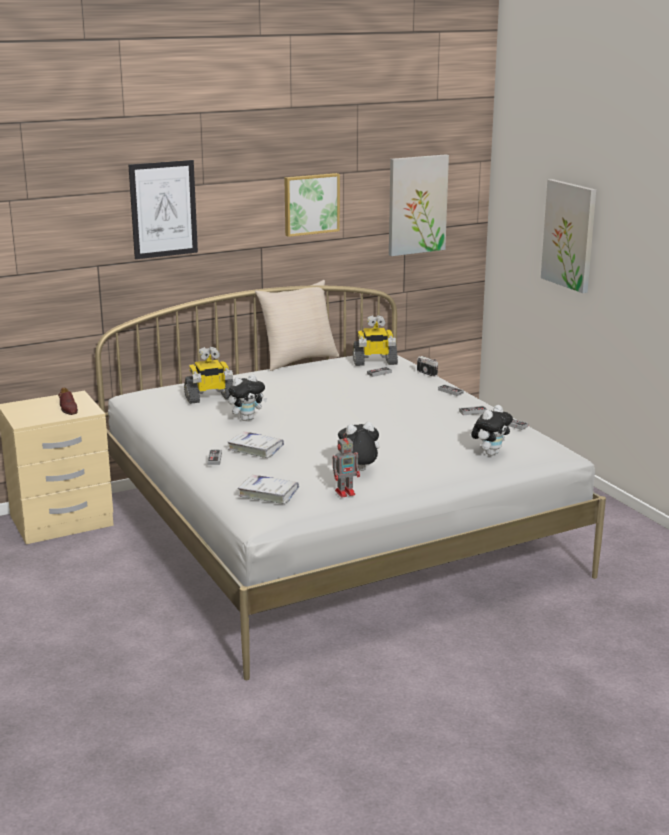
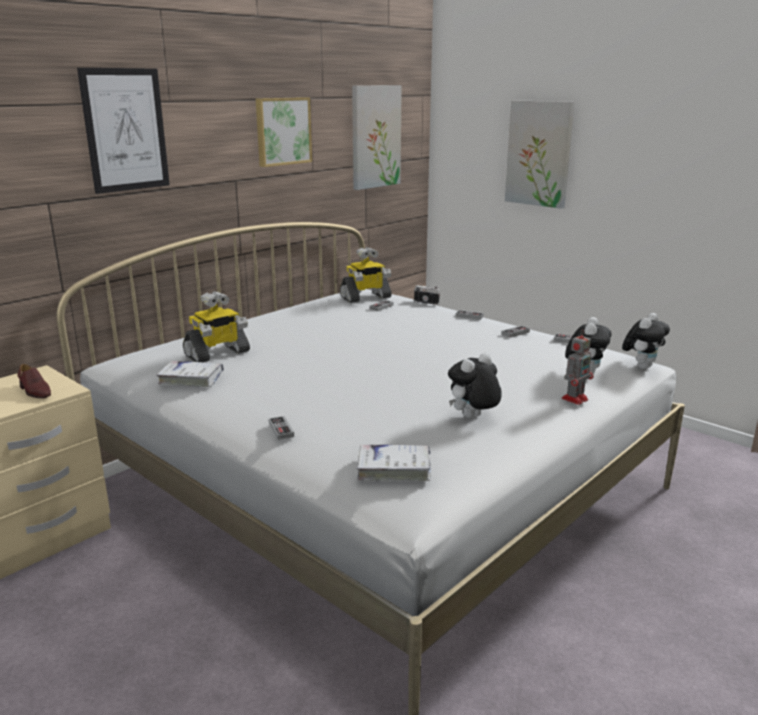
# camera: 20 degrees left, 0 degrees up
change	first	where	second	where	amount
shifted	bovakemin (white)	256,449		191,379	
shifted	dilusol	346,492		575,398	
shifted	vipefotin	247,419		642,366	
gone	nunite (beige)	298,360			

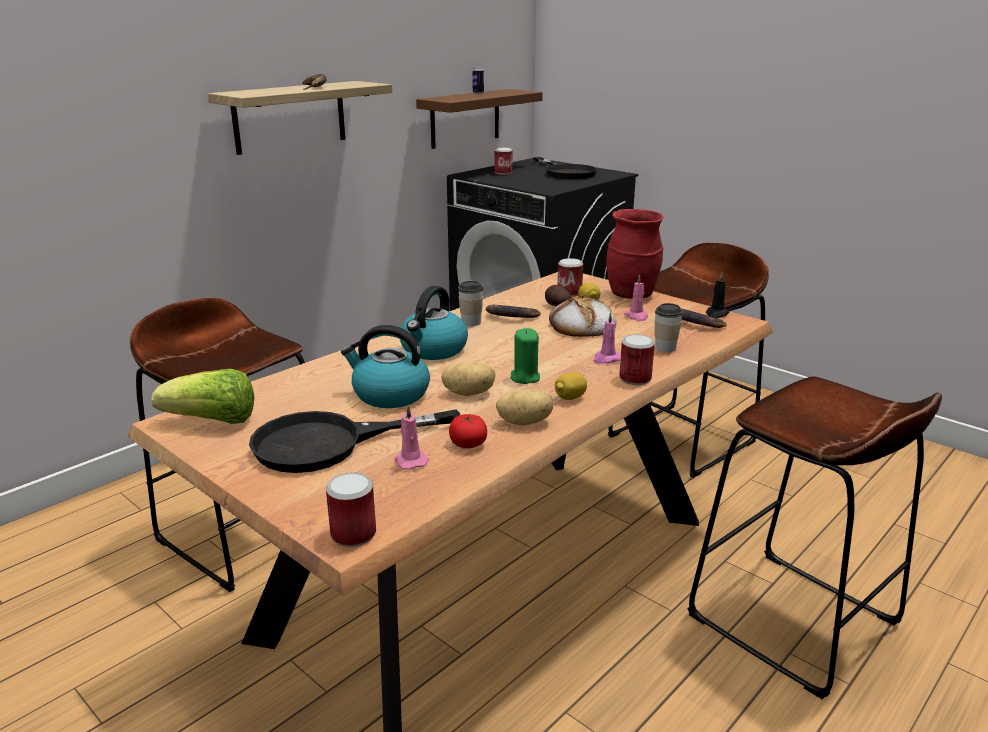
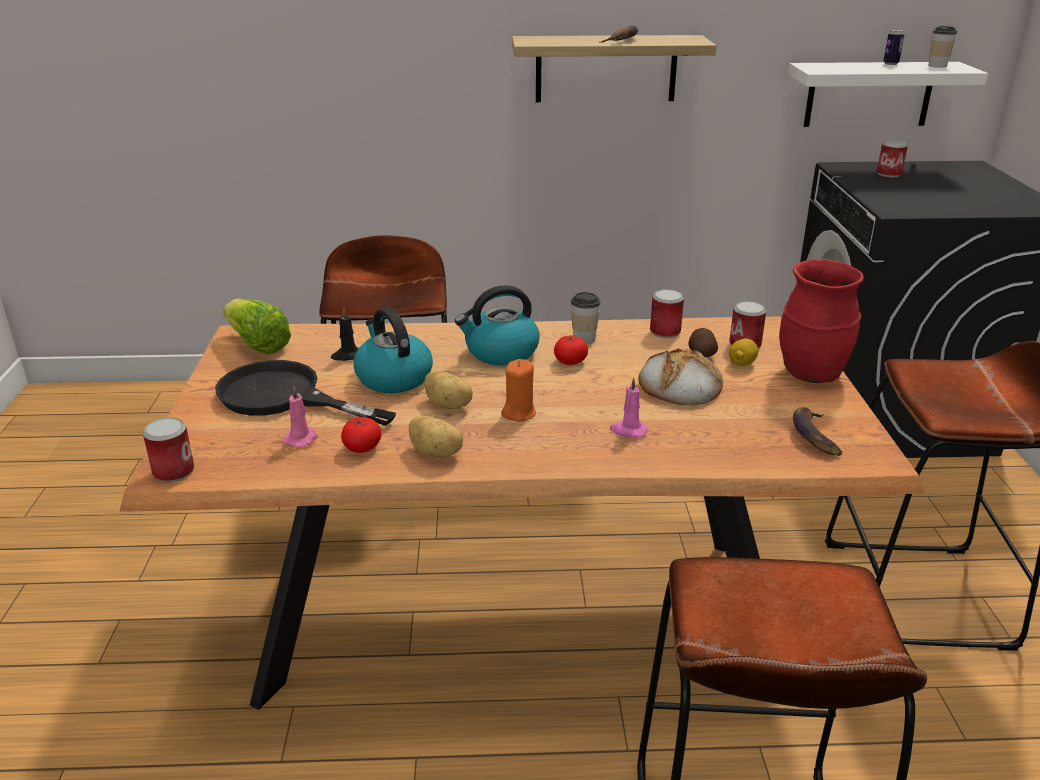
# camera: 45 degrees right, 5 degrees up
change	first	where	second	where	amount
shifted	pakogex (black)	716,314		347,356	
repainted	pakogex (green)	525,377	pakogex (orange)	519,413	
new			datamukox	570,361	
shifted	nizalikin	635,378		665,332	
repainted	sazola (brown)	465,118	sazola (white)	869,94	
shifted	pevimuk	665,348		937,66	
gone	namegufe	510,317			
gone	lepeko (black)	566,172			
gone	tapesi	570,398			
gone	pakogex (pink)	636,316			

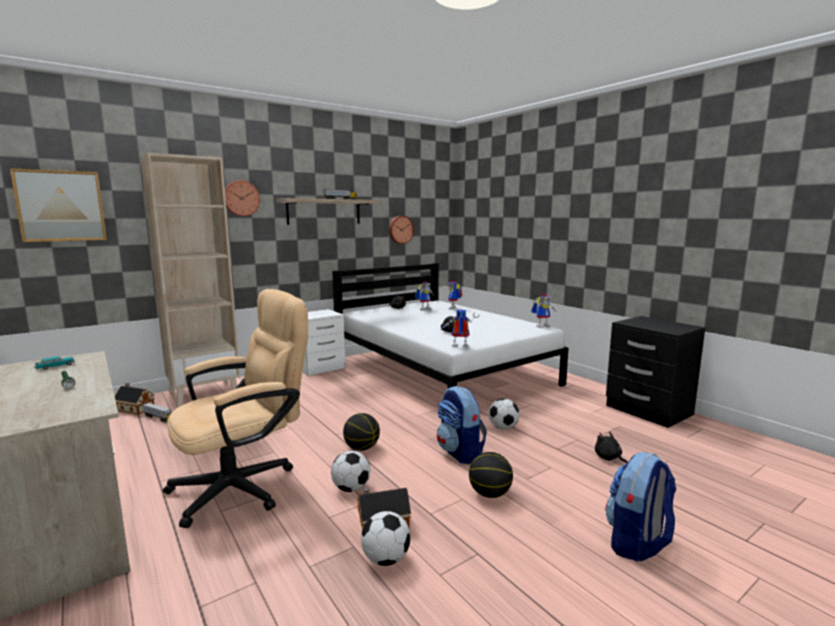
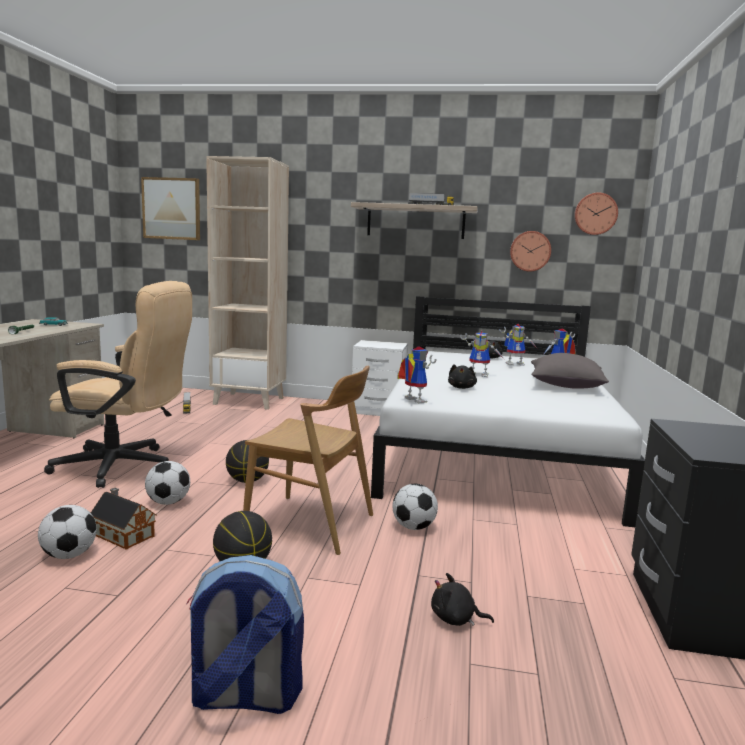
# camera: 45 degrees right, 0 degrees up
change	first	where	second	where	amount
swapped	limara	460,452	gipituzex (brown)	310,524	
rotated	vipefotin (black)	609,458		456,619	90 degrees counterclockwise
shifted	dilusol	542,326		480,375	
new			nunite (grey)	565,386	
shifted	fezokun	241,198		595,214	
gone	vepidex	135,408			

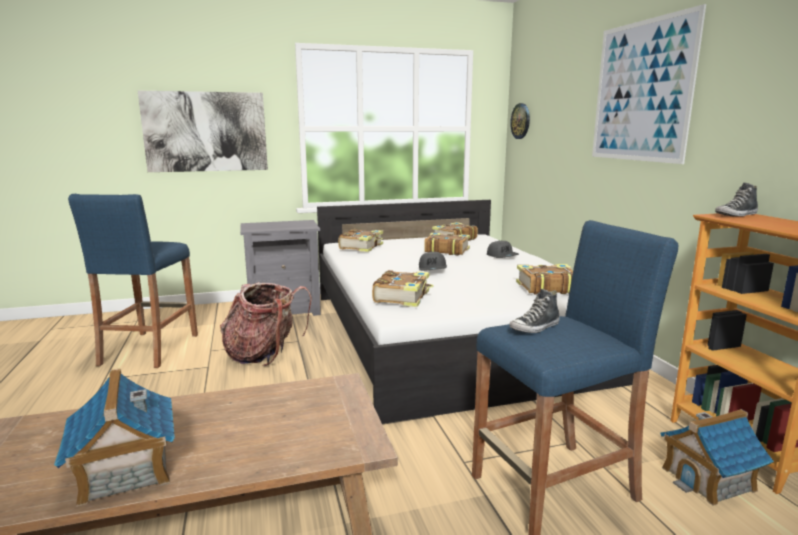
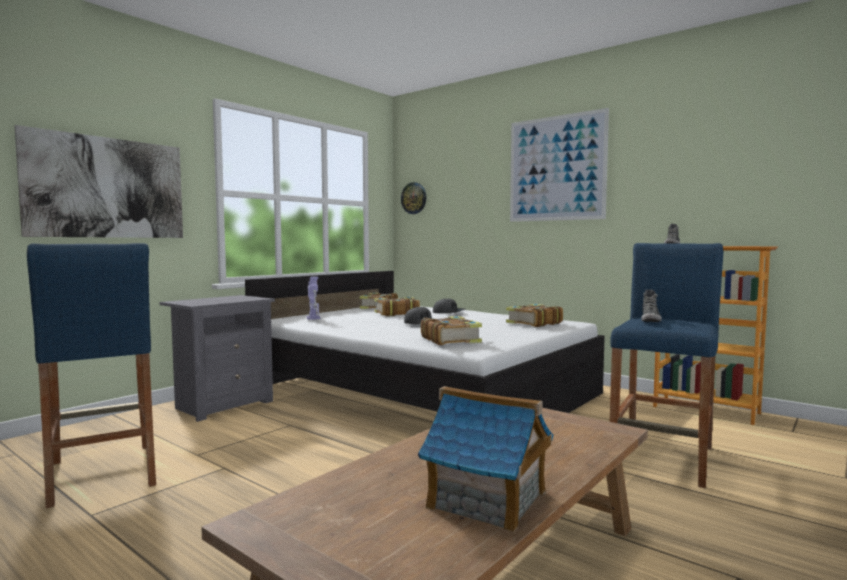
# camera: 35 degrees left, 10 degrees down
change	first	where	second	where	amount
swapped	bovakemin	362,247	dilusol	313,318	
gone	limara	265,354			
gone	vepidex	708,479			

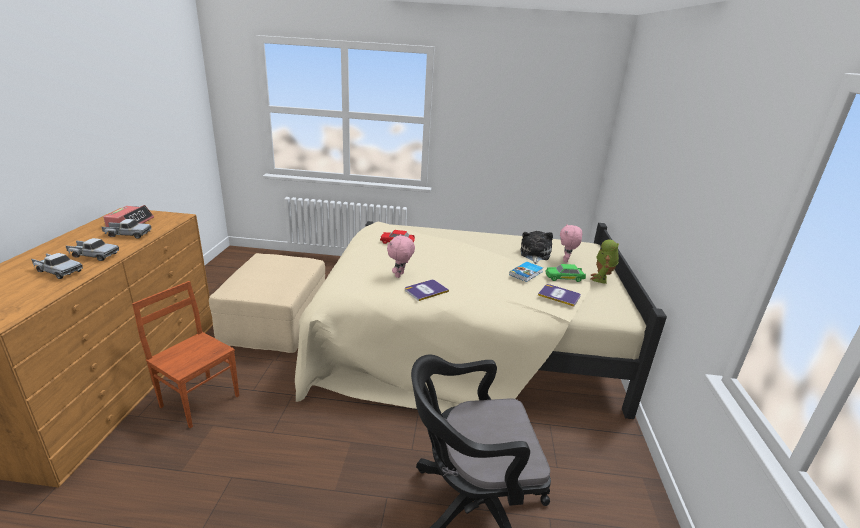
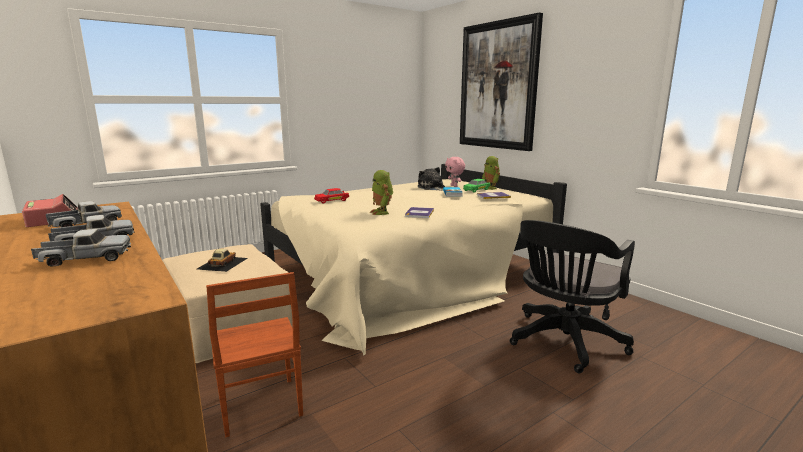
# camera: 40 degrees left, 10 degrees down
change	first	where	second	where	amount
new			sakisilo	222,263	
rotated	gipituzex (brown)	200,400		259,407	105 degrees counterclockwise
swapped	vipefotin (pink)	400,275	dilusol	382,212	
new			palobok	498,86	

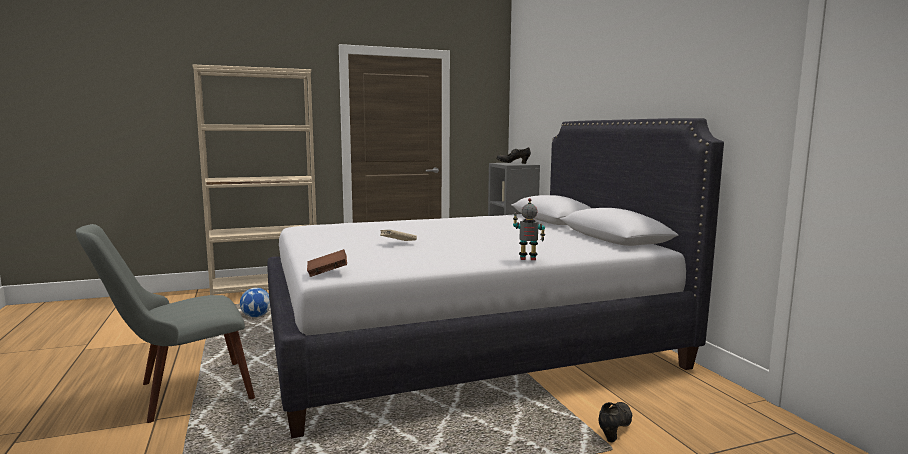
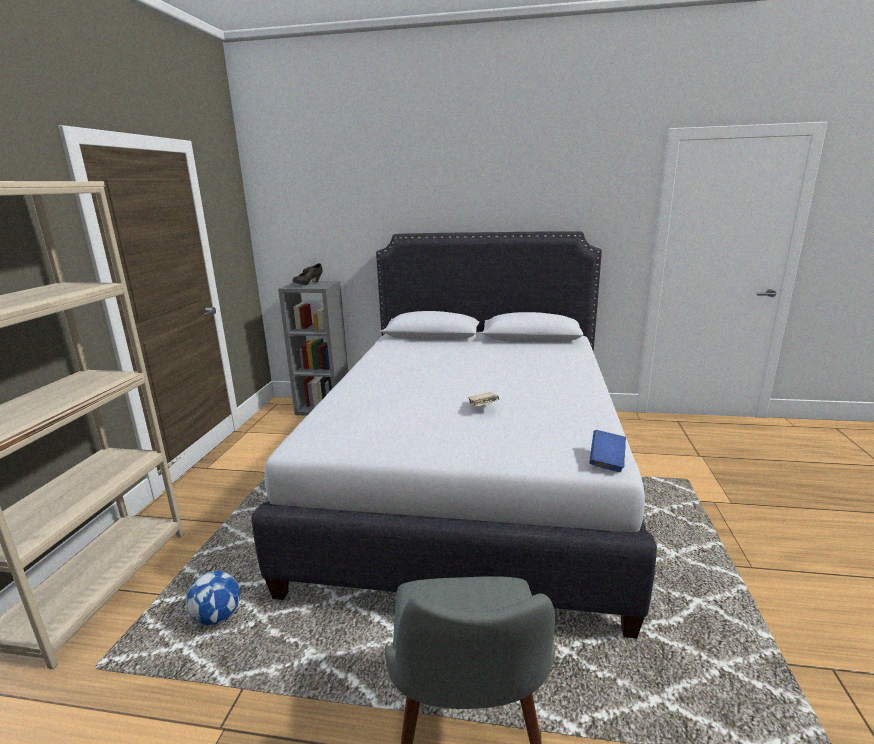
# camera: 60 degrees left, 10 degrees up
change	first	where	second	where	amount
repainted	bovakemin (brown)	327,273	bovakemin (blue)	607,461	
gone	dilusol	528,259			
gone	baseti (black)	614,429			

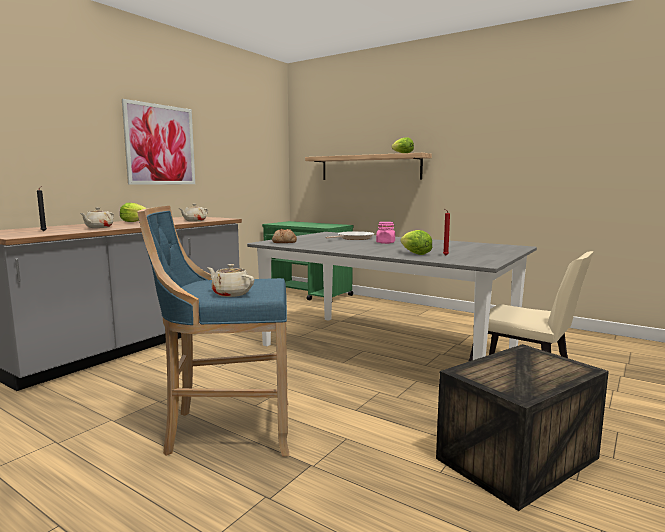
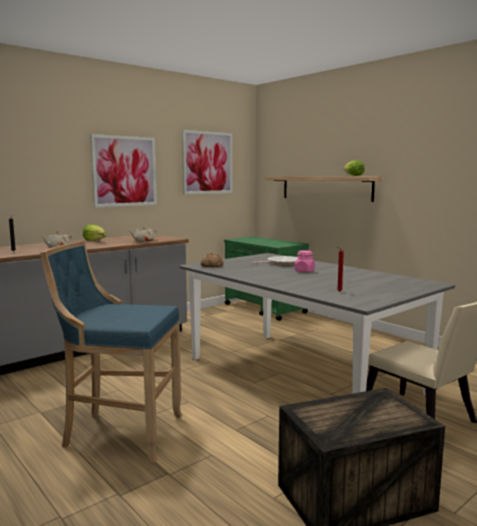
# camera: 15 degrees right, 0 degrees up
change	first	where	second	where	amount
new			palobok	207,163	
gone	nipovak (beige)	231,294			
gone	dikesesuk	415,254			

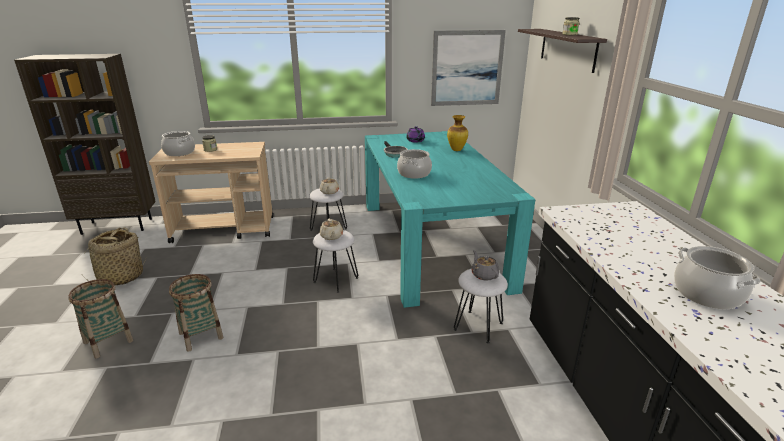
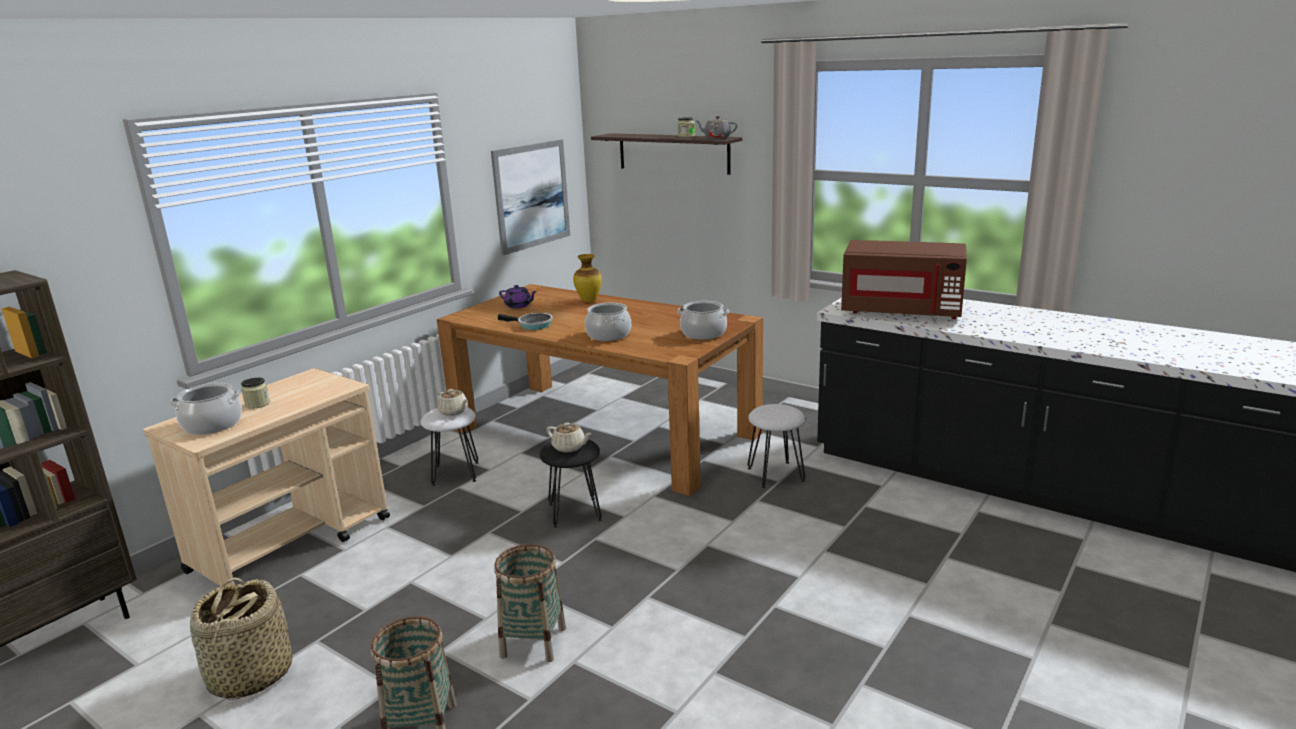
# camera: 45 degrees left, 5 degrees down
change	first	where	second	where	amount
repainted	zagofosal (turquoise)	431,242	zagofosal (brown)	603,431	
repainted	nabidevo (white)	335,280	nabidevo (black)	574,512	
shifted	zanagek	707,294		703,333	
shifted	nipovak (grey)	484,275		716,138	
new			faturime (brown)	902,311	

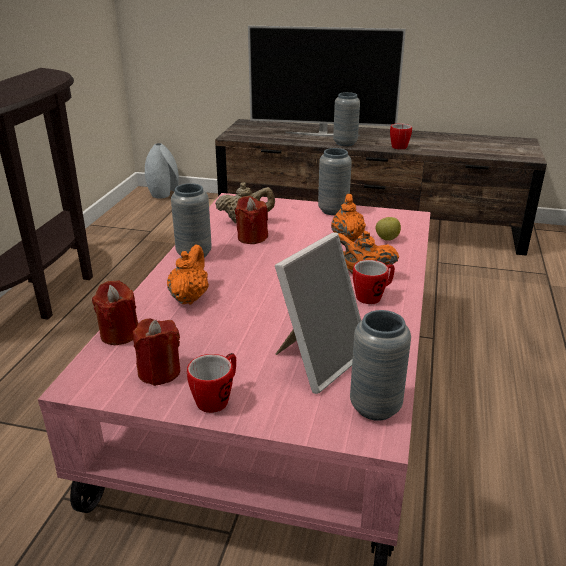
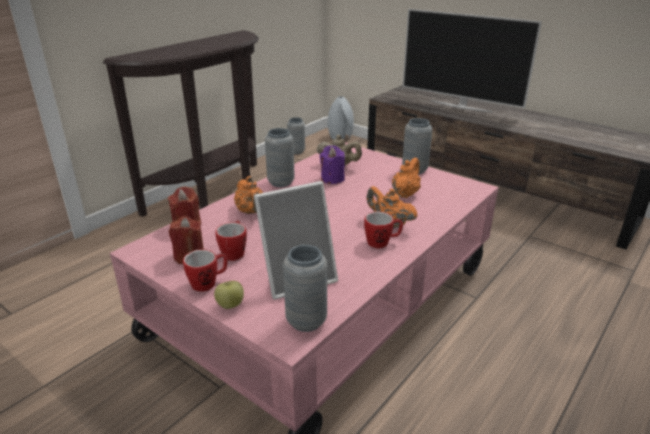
# camera: 25 degrees right, 0 degrees up
change	first	where	second	where	amount
shifted	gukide	387,239		230,305	
shifted	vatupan	397,146		235,252	
rotated	nipovak (orange)	189,297		251,212	120 degrees clockwise
shifted	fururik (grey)	345,143		296,151	
repainted	pakogex (red)	252,237	pakogex (purple)	332,179	

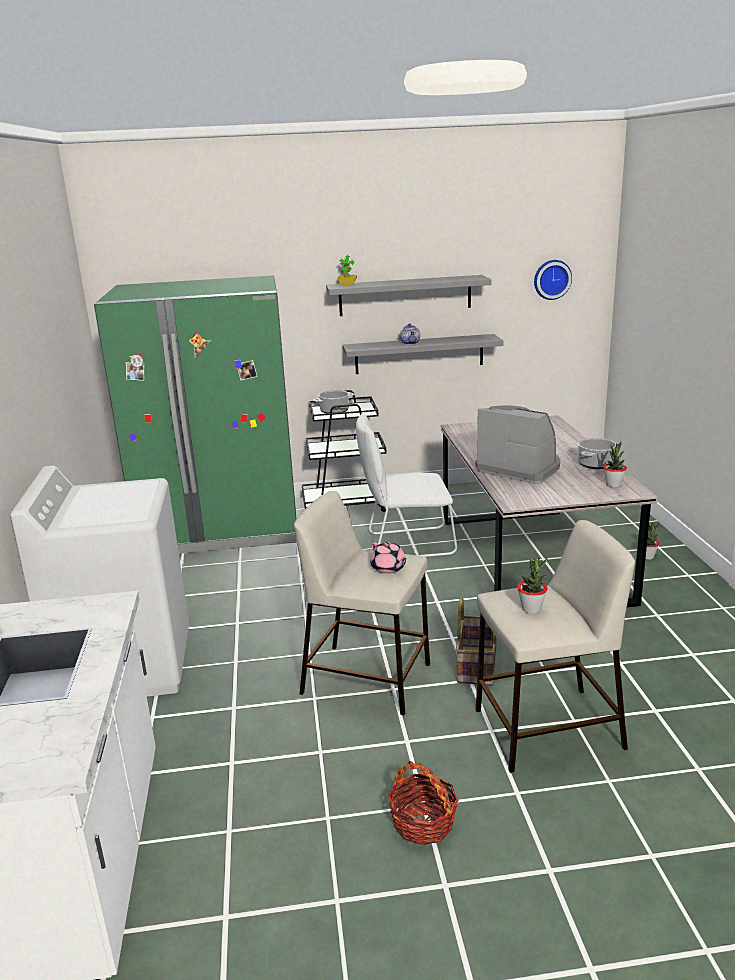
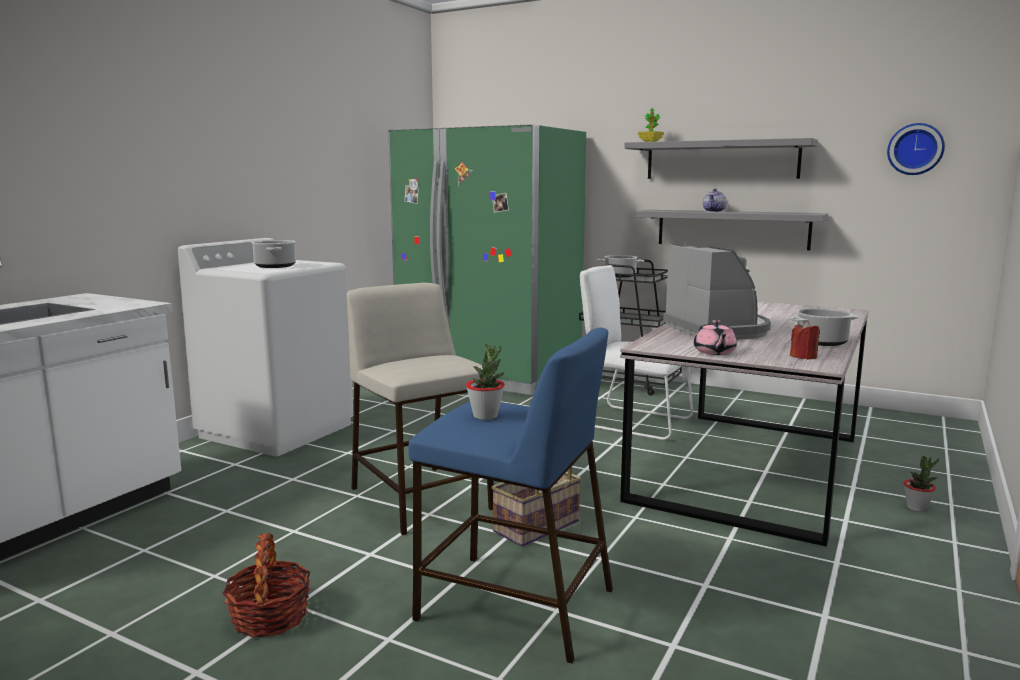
# camera: 35 degrees right, 10 degrees down
change	first	where	second	where	amount
new			zanagek	275,266	
repainted	nabidevo (beige)	546,729	nabidevo (blue)	513,604	
shifted	nipovak (pink)	388,568		714,352	
swapped	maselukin	613,484	pakogex (red)	803,357	

